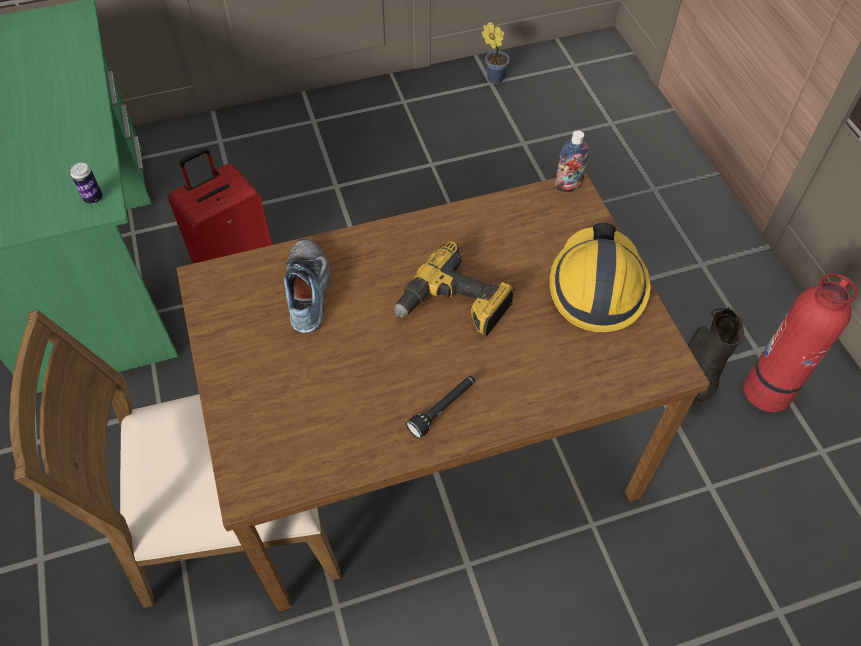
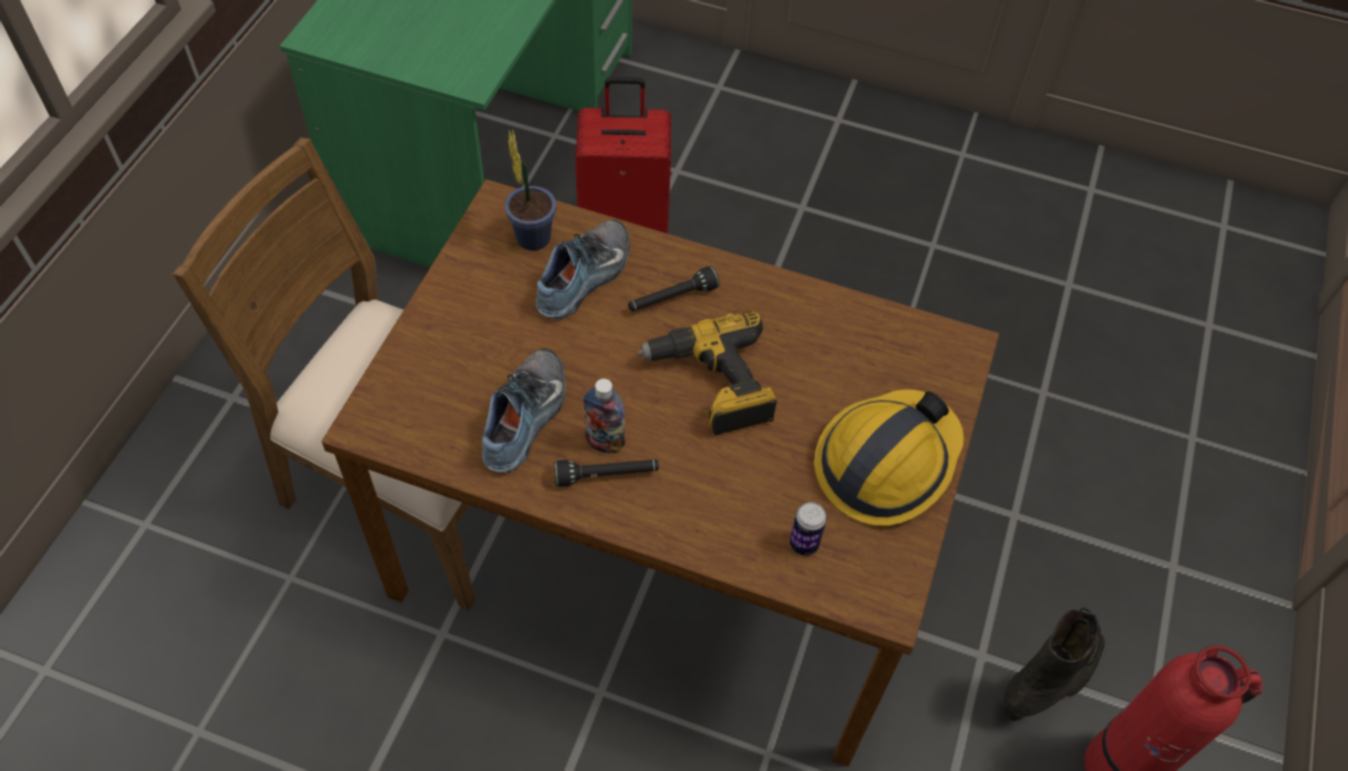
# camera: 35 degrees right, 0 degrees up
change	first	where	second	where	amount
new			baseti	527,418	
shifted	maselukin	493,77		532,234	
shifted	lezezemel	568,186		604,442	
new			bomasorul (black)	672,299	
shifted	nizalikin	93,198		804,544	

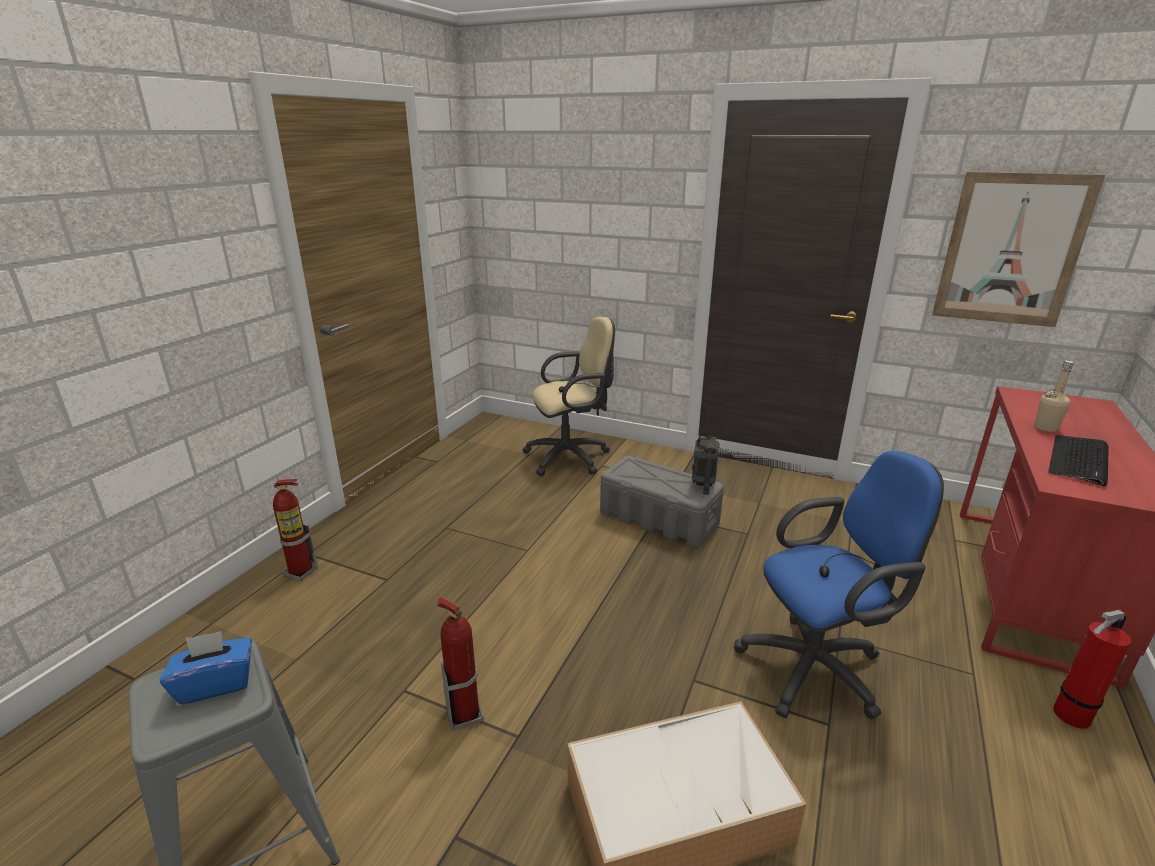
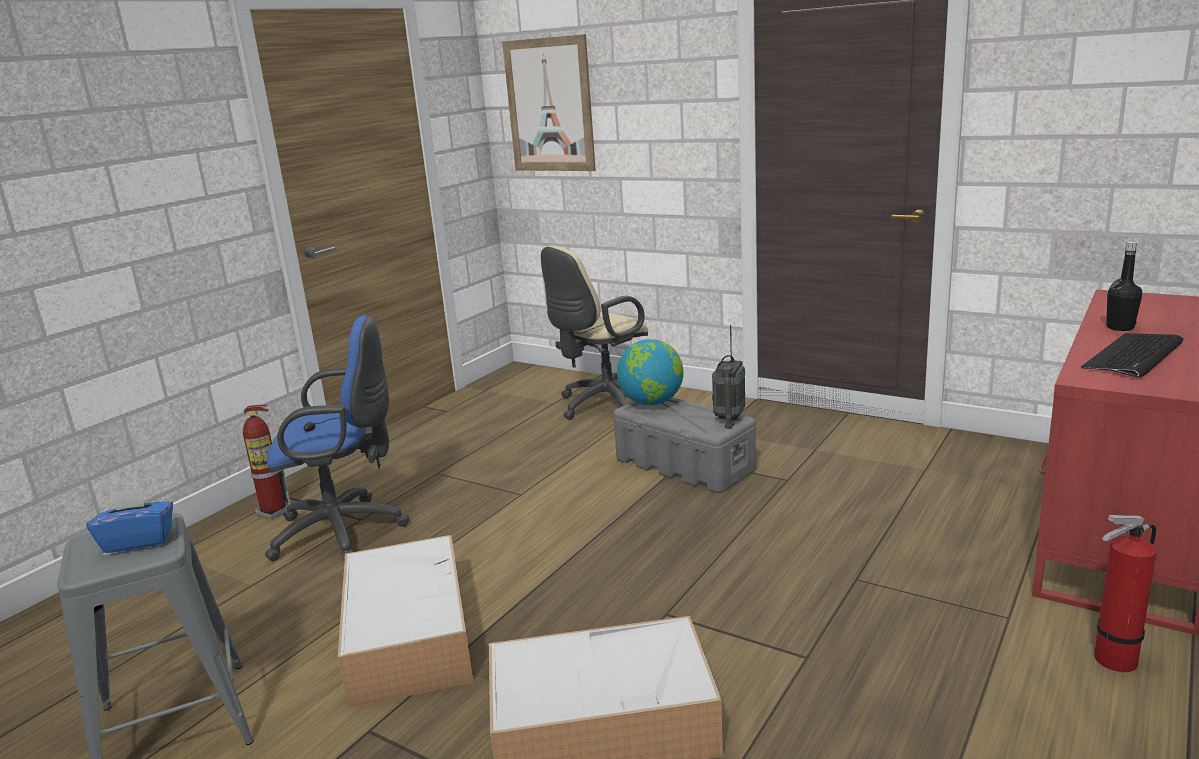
# camera: 10 degrees right, 5 degrees down
change	first	where	second	where	amount
shifted	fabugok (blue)	818,668		346,531	
swapped	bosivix	464,714	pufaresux	407,635	
shifted	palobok	1011,250		549,105	
rotated	fabugok (beige)	571,457		603,405	150 degrees clockwise
new			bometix	652,403	
repainted	lezezemel (beige)	1045,428	lezezemel (black)	1120,327	

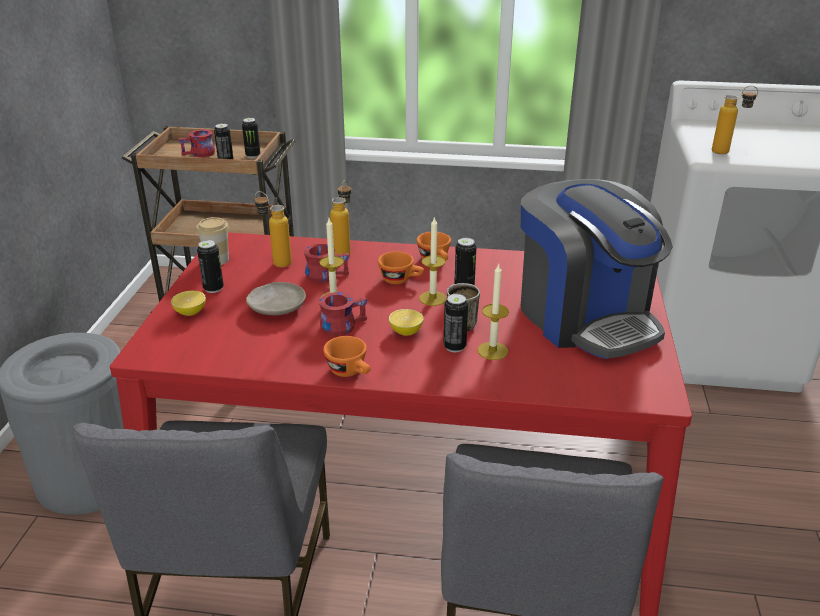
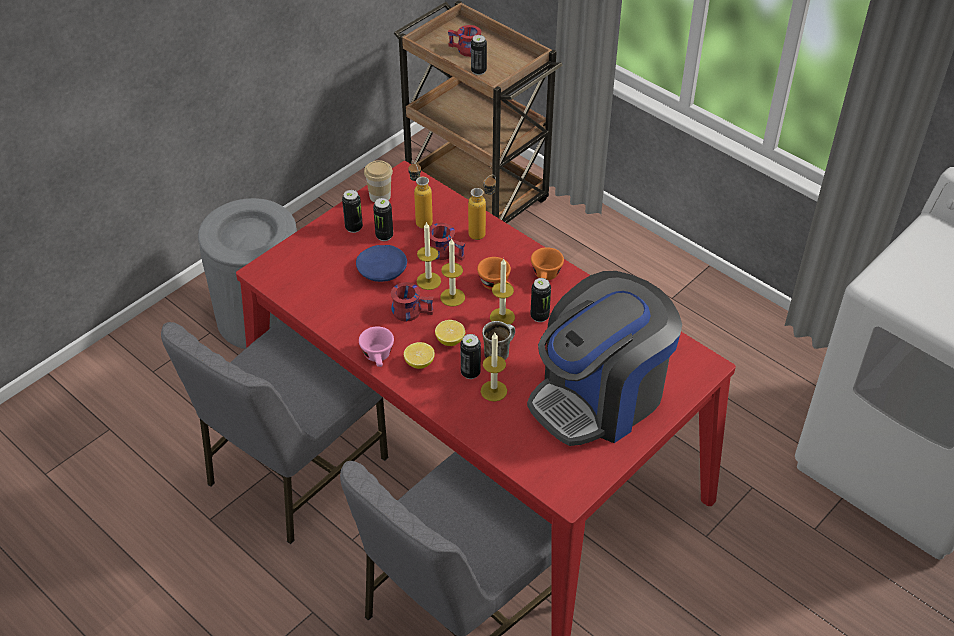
# camera: 35 degrees right, 15 degrees up
change	first	where	second	where	amount
repainted	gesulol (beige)	277,307	gesulol (blue)	382,269	
repainted	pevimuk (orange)	350,372	pevimuk (pink)	378,357	
shifted	nizalikin	253,155		384,236	
shifted	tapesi	190,312		419,363	
new			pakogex	452,297	
rotated	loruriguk	585,317		600,397	45 degrees clockwise
gone	lezezemel	727,152			

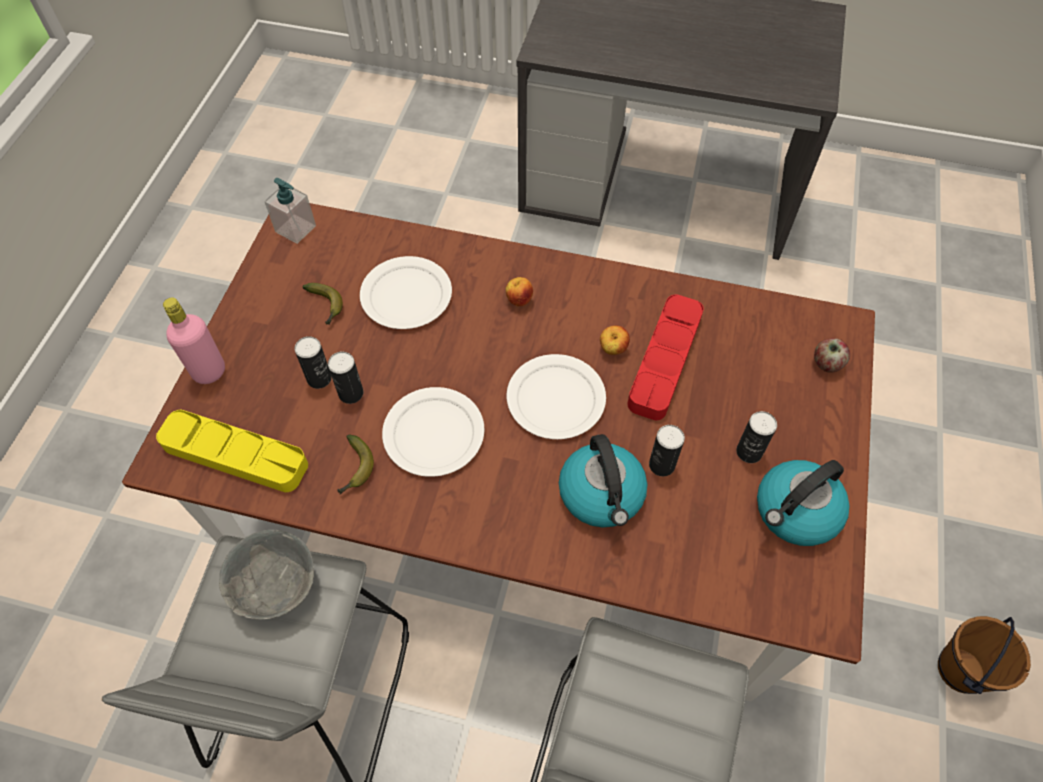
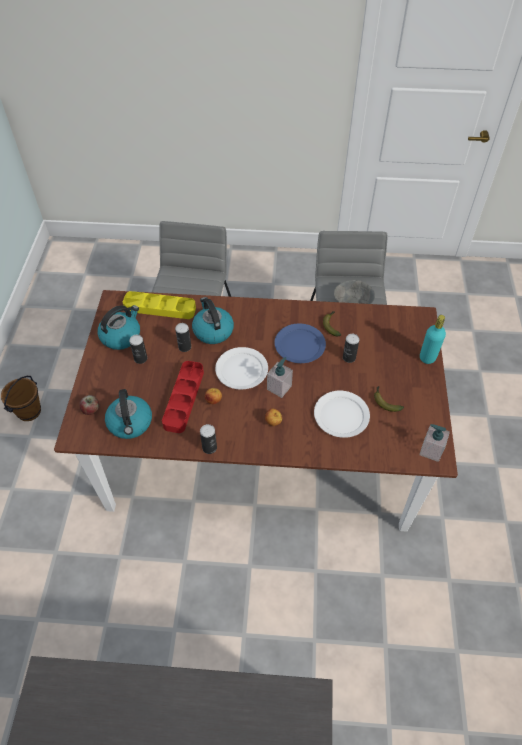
# camera: 170 degrees right, 5 degrees down
change	first	where	second	where	amount
new			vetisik	130,423	
shifted	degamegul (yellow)	235,455		160,308	
shifted	nizalikin	319,378		209,447	
new			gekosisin	279,387	
repainted	gesulol (white)	433,434	gesulol (blue)	300,344	
repainted	lezezemel (pink)	209,372	lezezemel (turquoise)	427,357	

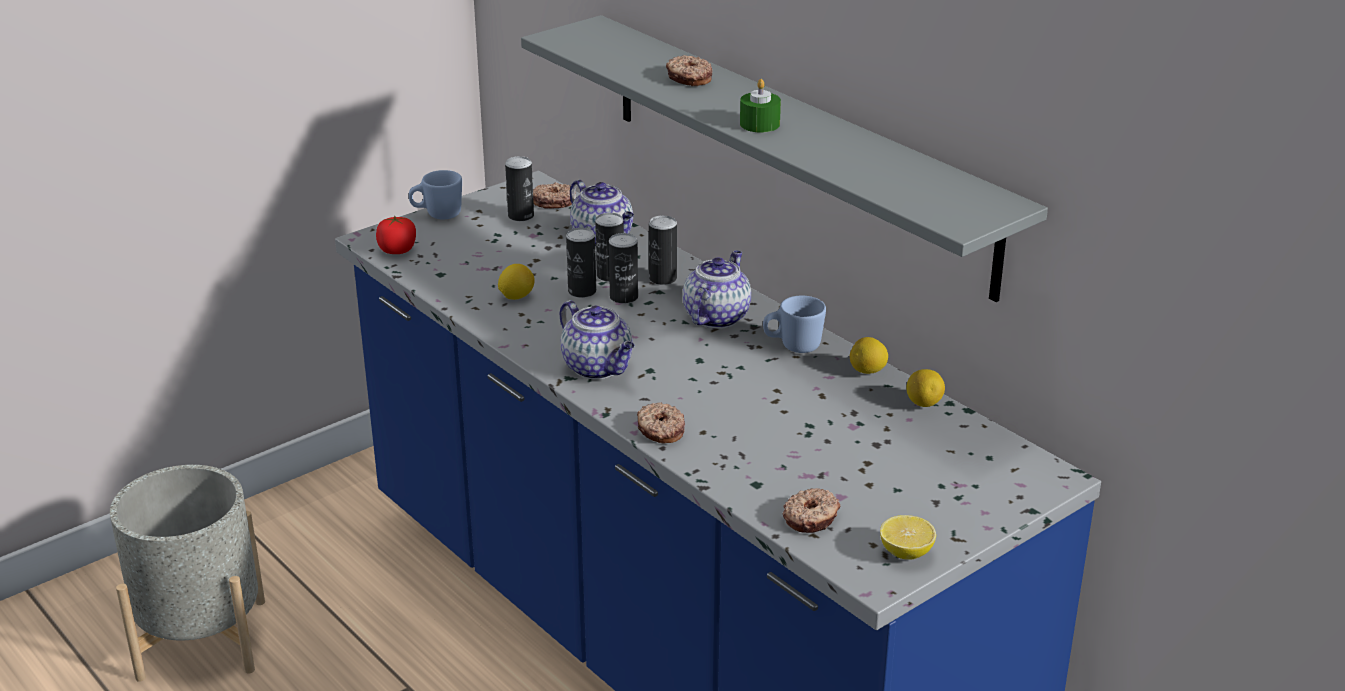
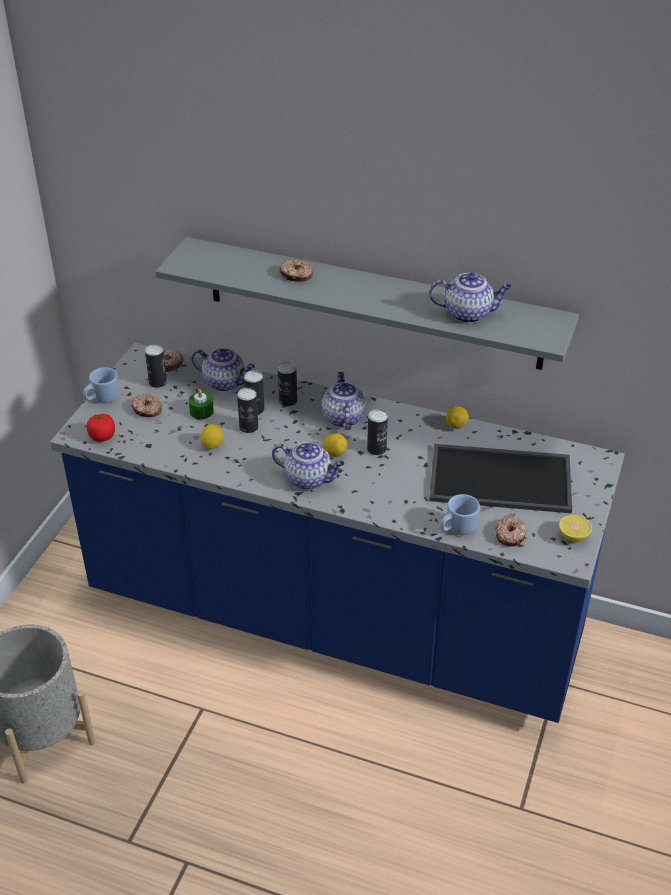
# camera: 30 degrees left, 10 degrees up
change	first	where	second	where	amount
shifted	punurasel	660,430		147,410	
shifted	pakogex (green)	759,124		201,411	
shifted	tapesi	923,403		335,453	
shifted	nizalikin	624,297		376,449	
new			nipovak	469,314	
new			degamegul	502,477	
shifted	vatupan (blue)	793,346		457,530	

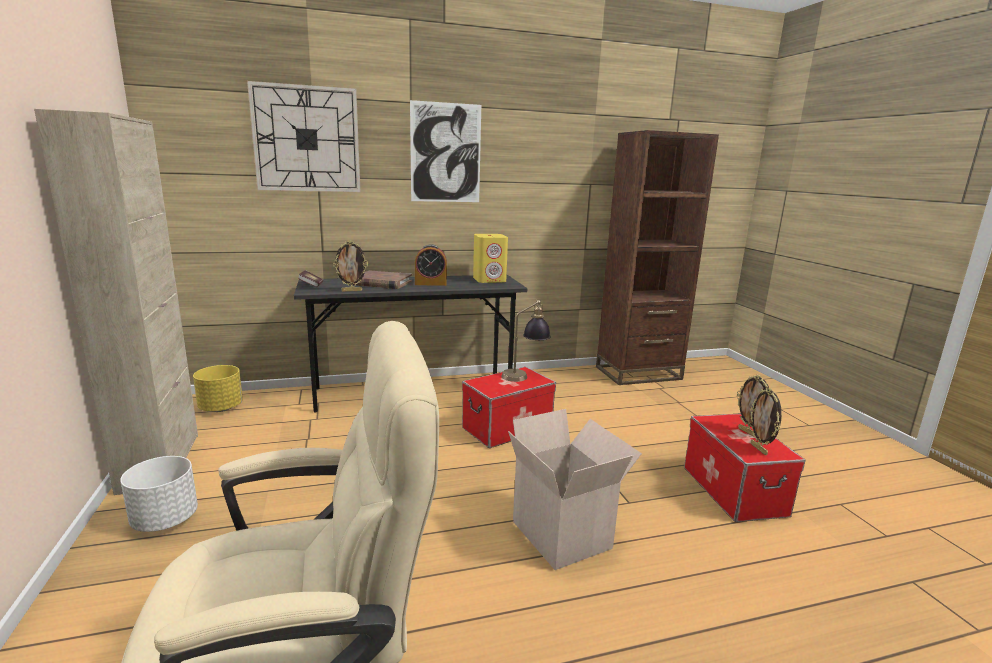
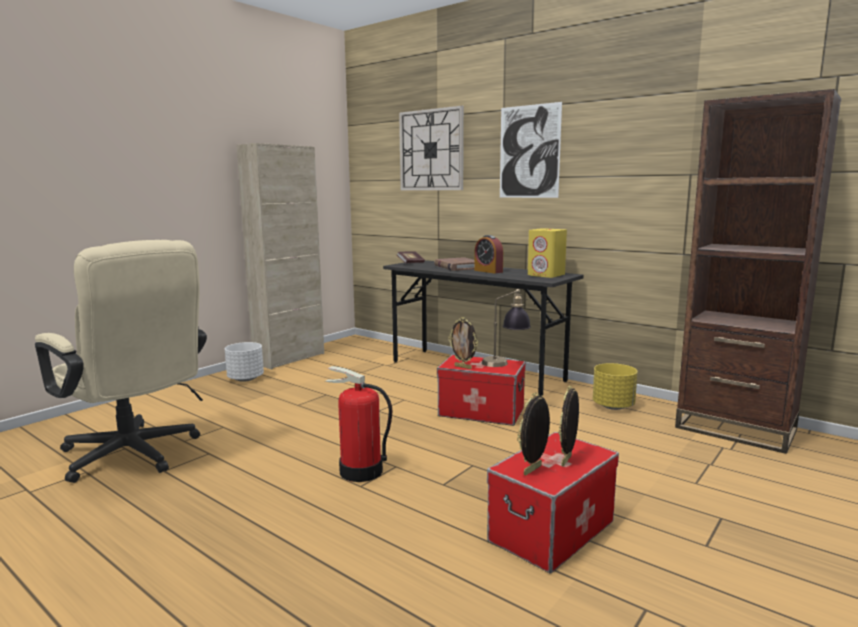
# camera: 55 degrees right, 5 degrees down
change	first	where	second	where	amount
swapped	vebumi	564,534	bosivix	360,471	
shifted	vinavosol	352,291		463,367	
shifted	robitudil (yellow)	221,408		613,406	

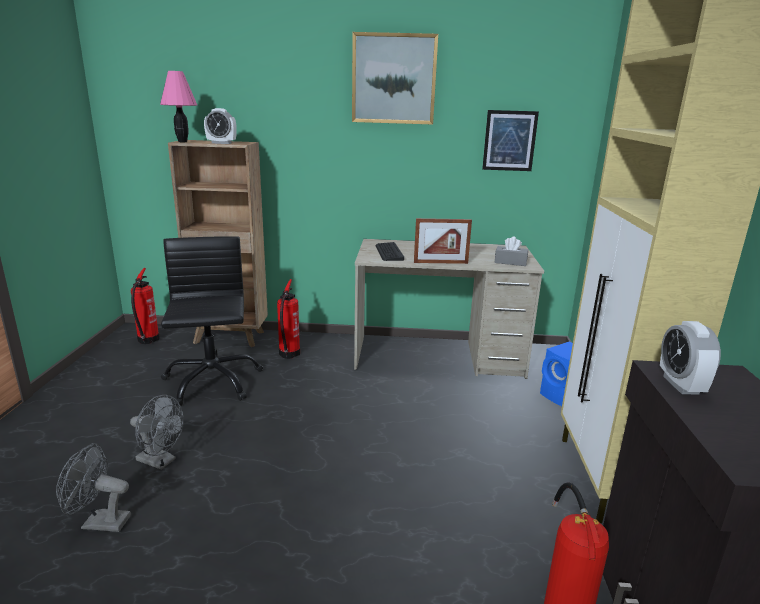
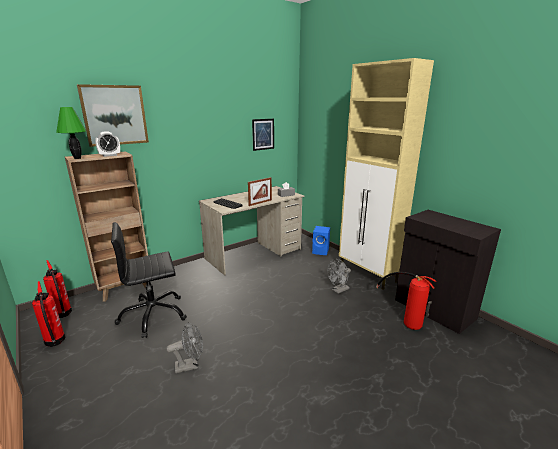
# camera: 40 degrees left, 0 degrees up
change	first	where	second	where	amount
shifted	bosivix	288,354		54,342	
repainted	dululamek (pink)	183,142	dululamek (green)	78,158	
shifted	palobok	394,79		114,115	
rotated	fabugok (black)	212,381		153,315	60 degrees counterclockwise
shifted	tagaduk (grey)	99,522		338,290	
gone	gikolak	681,385			

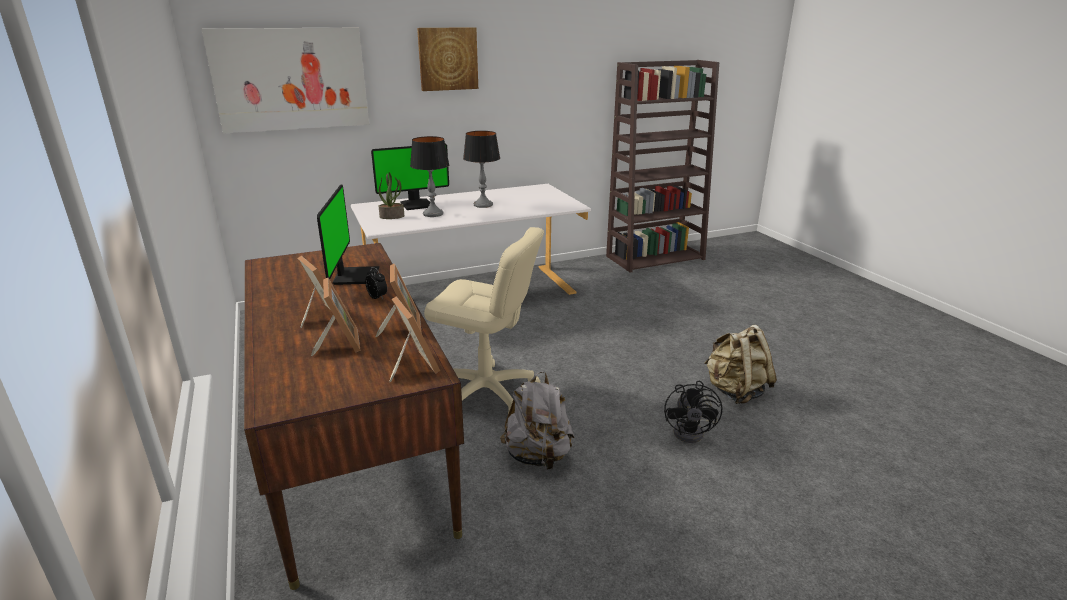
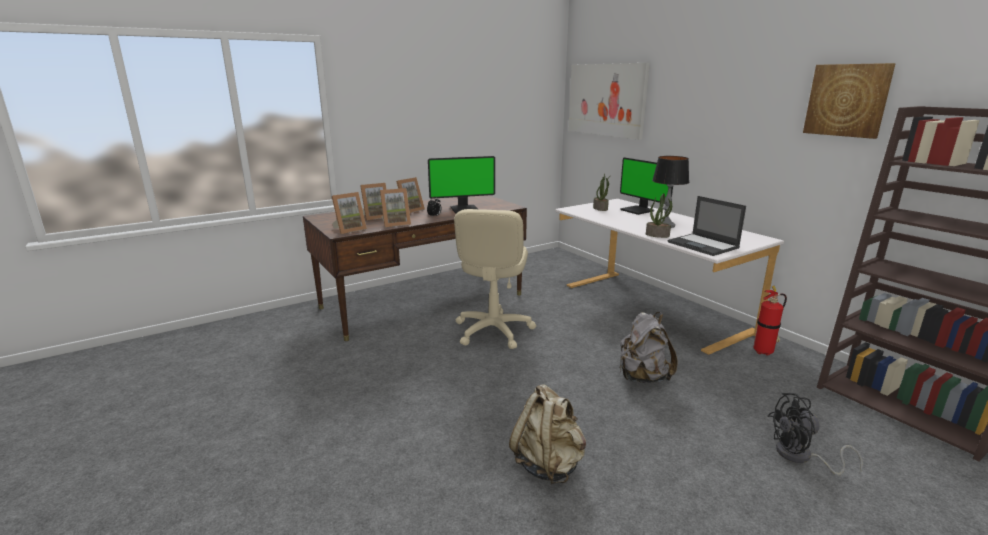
# camera: 80 degrees right, 5 degrees down
change	first	where	second	where	amount
shifted	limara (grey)	538,456		642,377	
new			maselukin	657,235	
new			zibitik	703,245	
new			bosivix	764,352	
shifted	tagaduk (black)	693,432		801,457	
shifted	palobok	448,59		847,100	
gone	dululamek	433,214			

